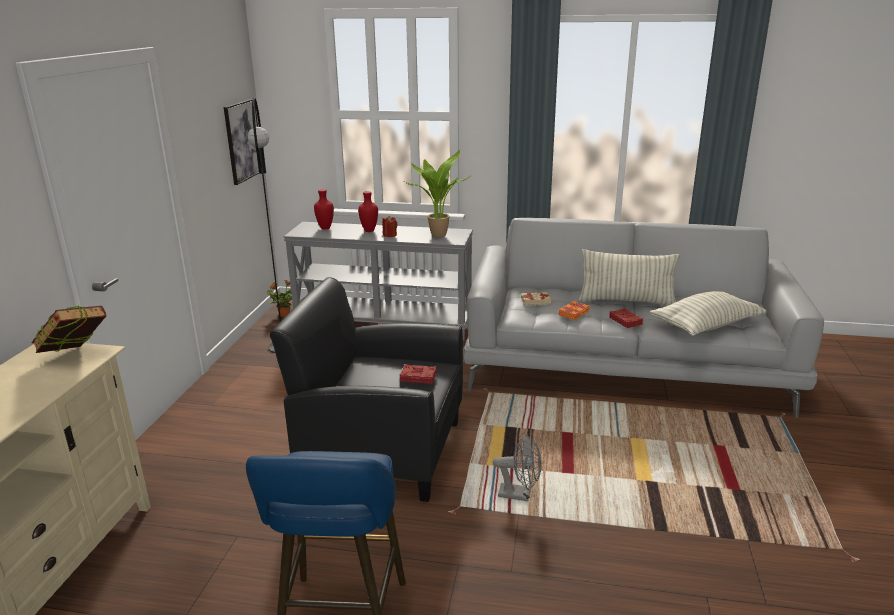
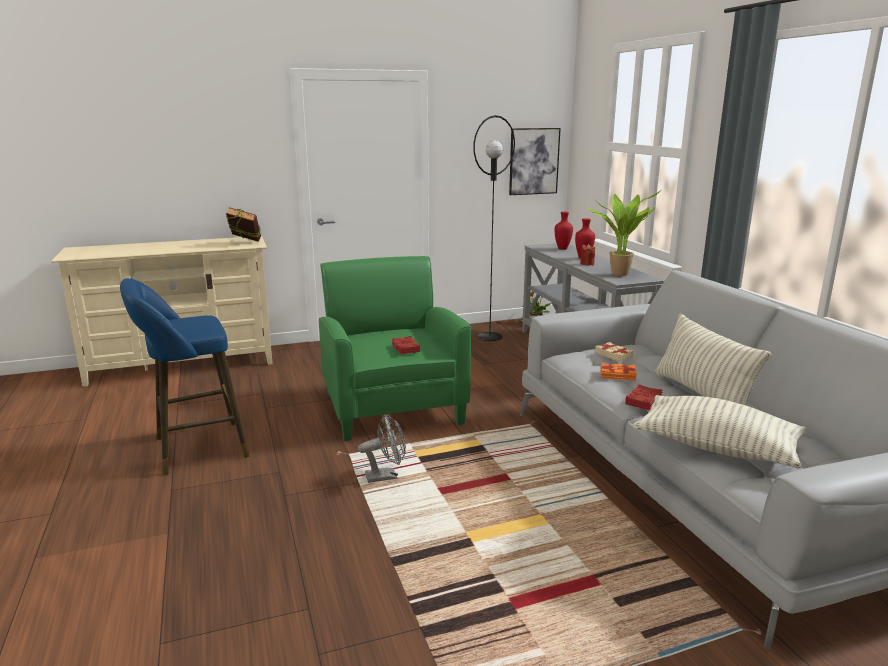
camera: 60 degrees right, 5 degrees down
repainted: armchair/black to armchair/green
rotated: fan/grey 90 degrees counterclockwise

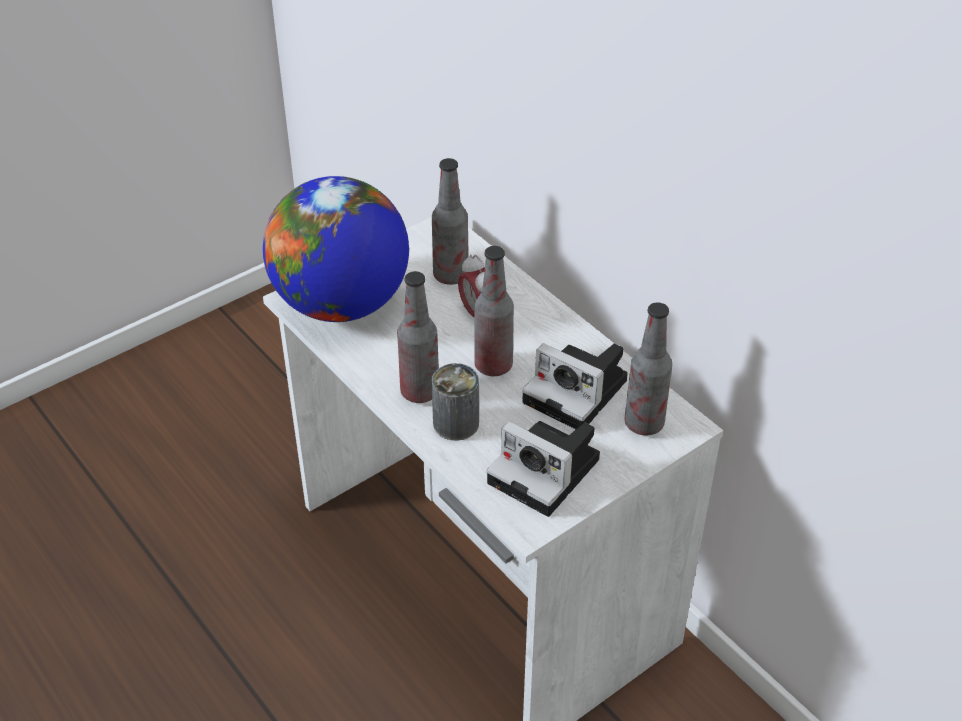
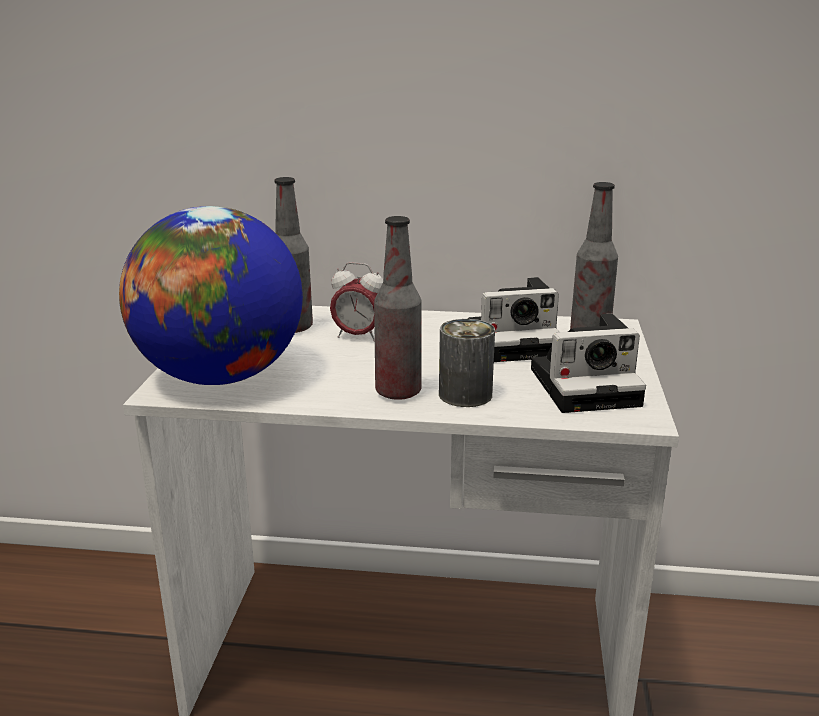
camera: 45 degrees left, 20 degrees down
gone: bottle (no. 3 from left)

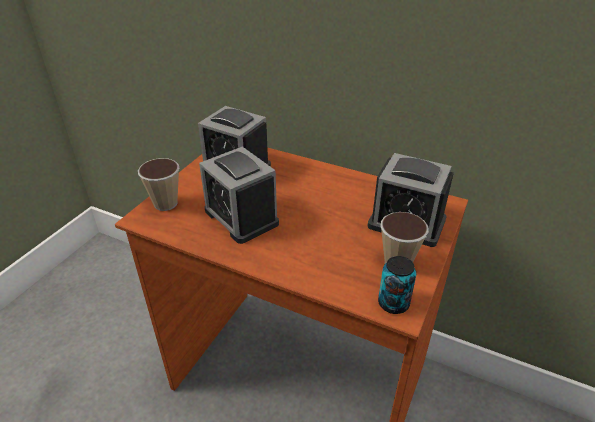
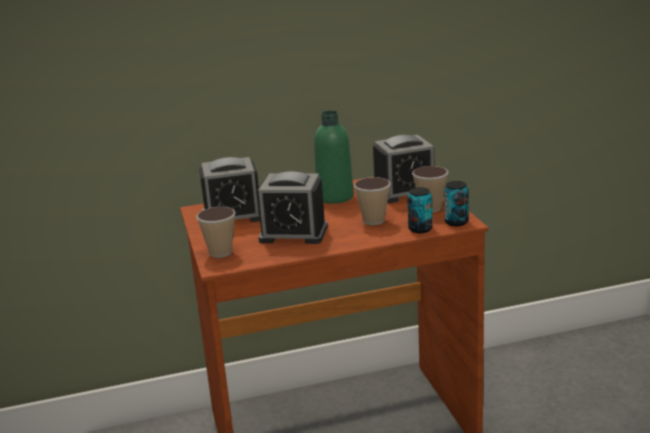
camera: 40 degrees left, 15 degrees down
new: bottle/green; cup (no. 2 from left); can (no. 1 from left)

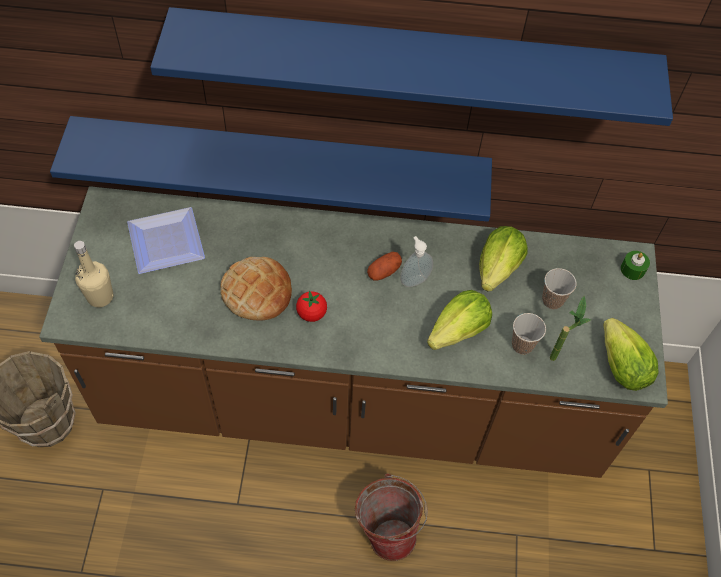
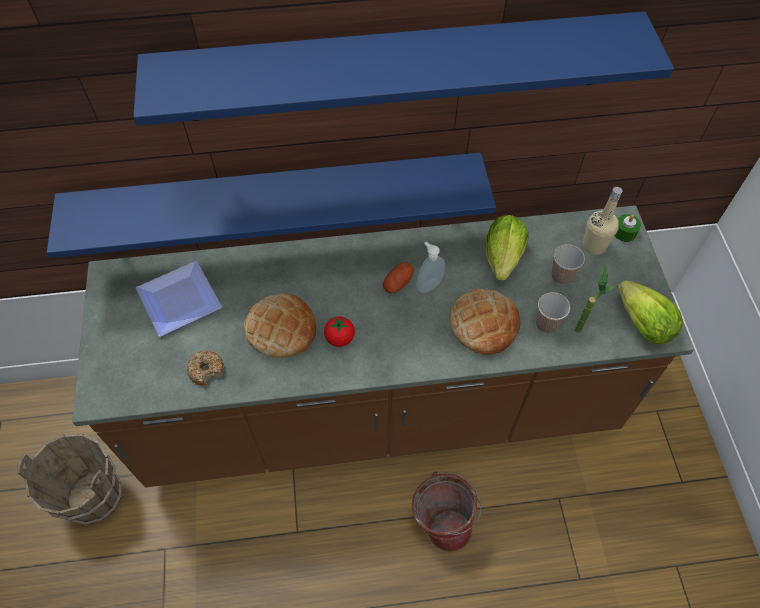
camera: 10 degrees left, 0 degrees up
new: donut
shifted: bottle/beige
swapped: lettuce (no. 1 from left) to bread (no. 2 from left)

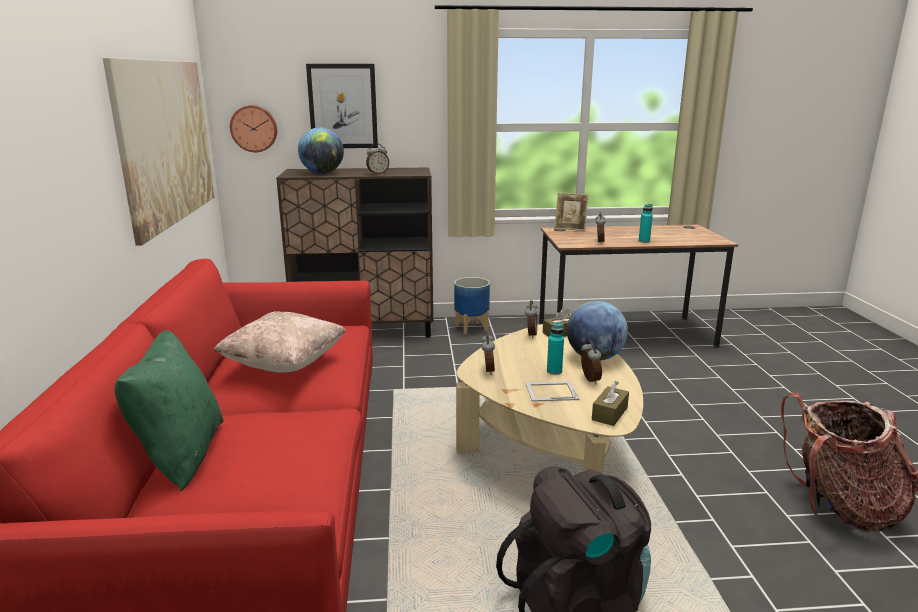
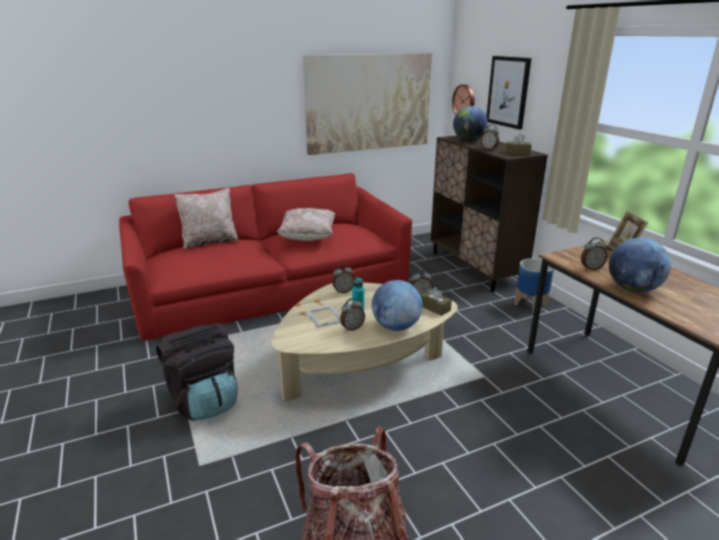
camera: 70 degrees right, 5 degrees up
shifted: tissue box/brown (no. 2 from left)
swapped: bottle/turquoise (no. 2 from left) to globe (no. 3 from left)
repainted: pillow/green to pillow/beige (no. 1 from left)

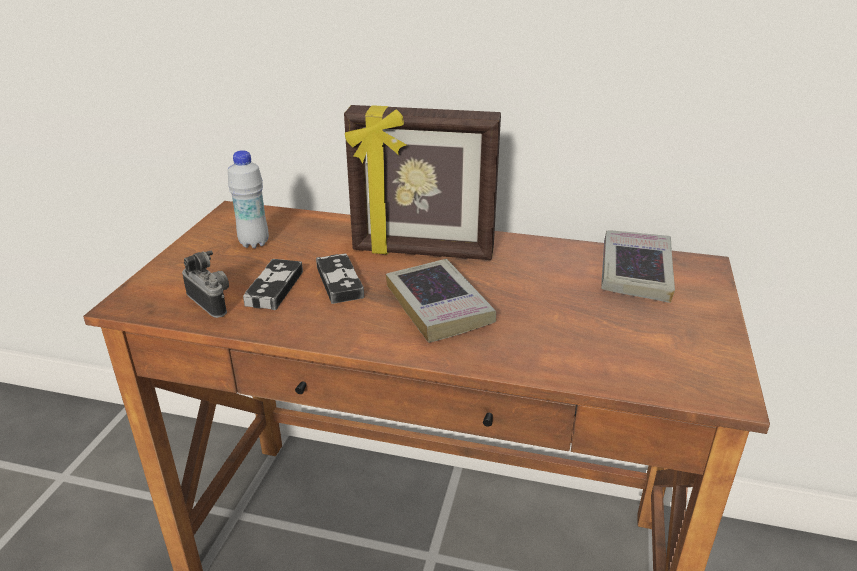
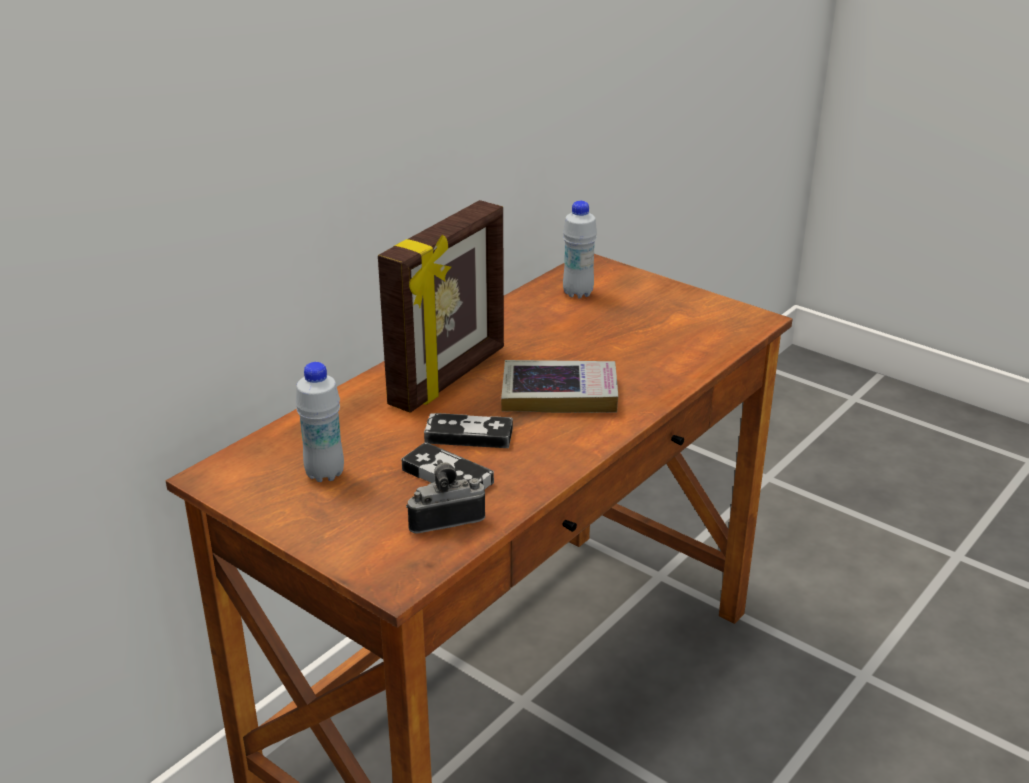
camera: 65 degrees left, 0 degrees up
swapped: book (no. 2 from left) to bottle/white (no. 2 from left)

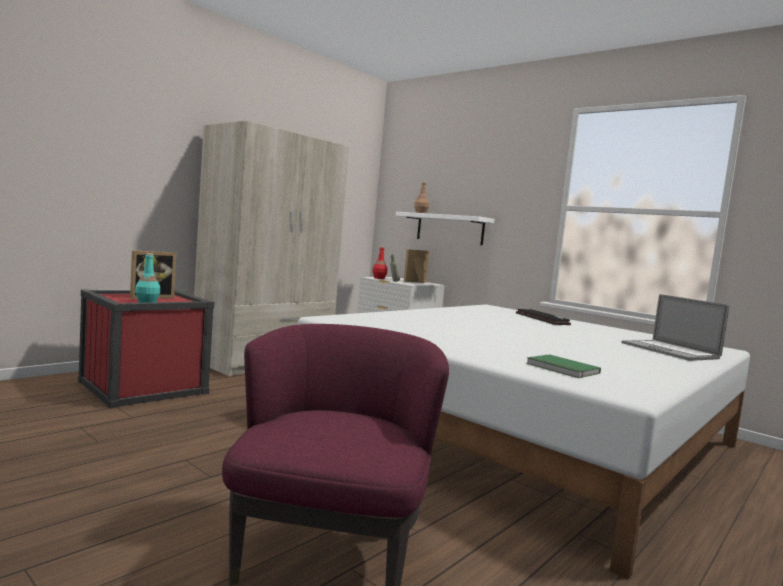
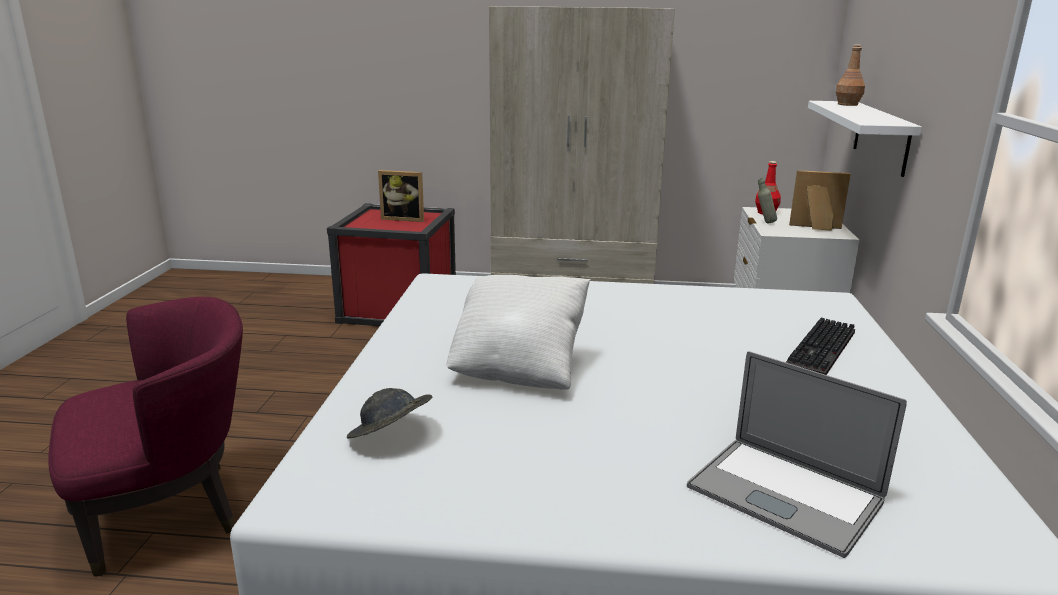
camera: 55 degrees right, 15 degrees up
gone: bottle/turquoise
new: pillow/white
swapped: book/green to hat/grey
rotated: laptop 75 degrees counterclockwise

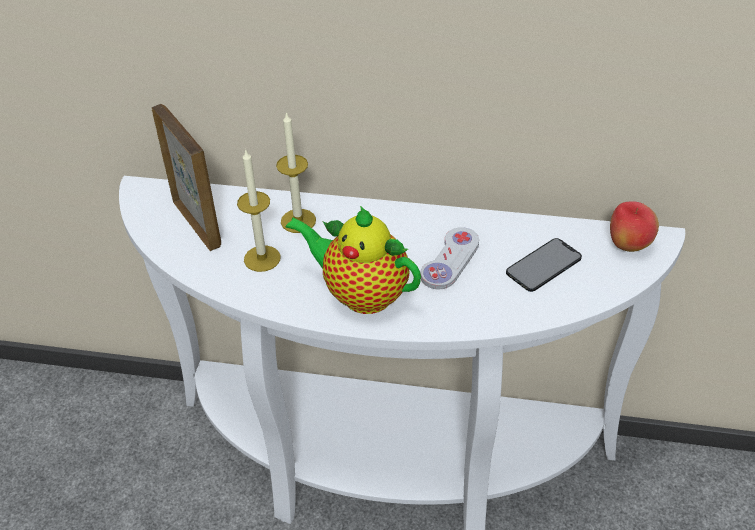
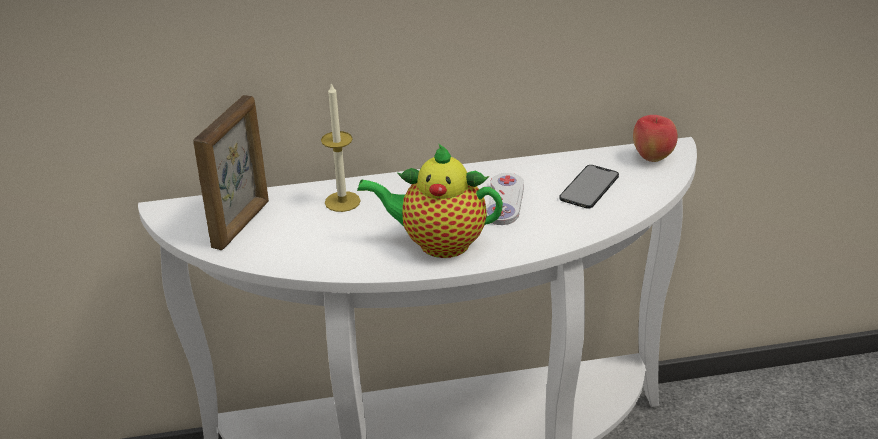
camera: 20 degrees left, 10 degrees down
gone: candle (no. 1 from left)
rotated: picture frame 75 degrees clockwise

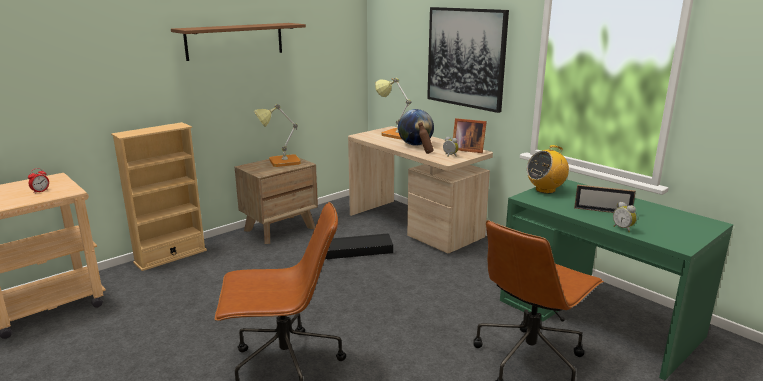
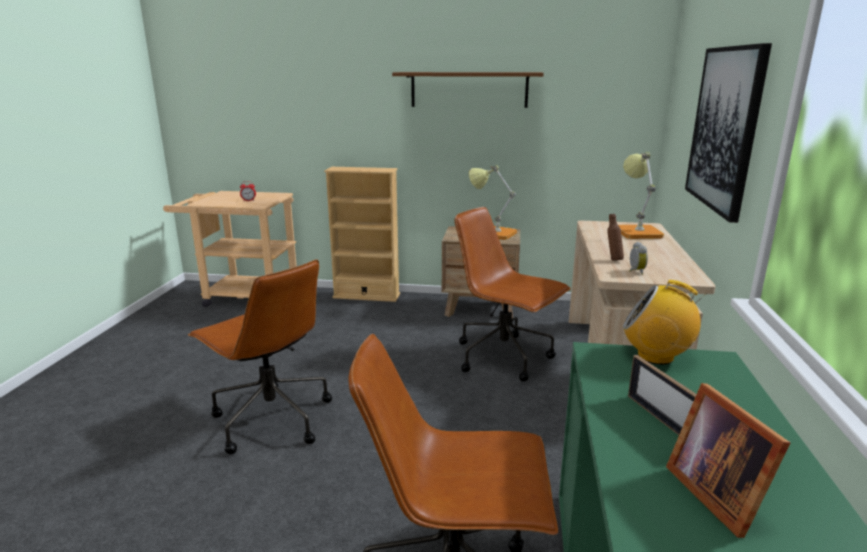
camera: 50 degrees right, 0 degrees up
gone: globe; alarm clock (no. 3 from left)
shifted: picture frame (no. 1 from left in the first image) to picture frame (no. 2 from left)
swapped: storage box/black to office chair/brown (no. 3 from left)

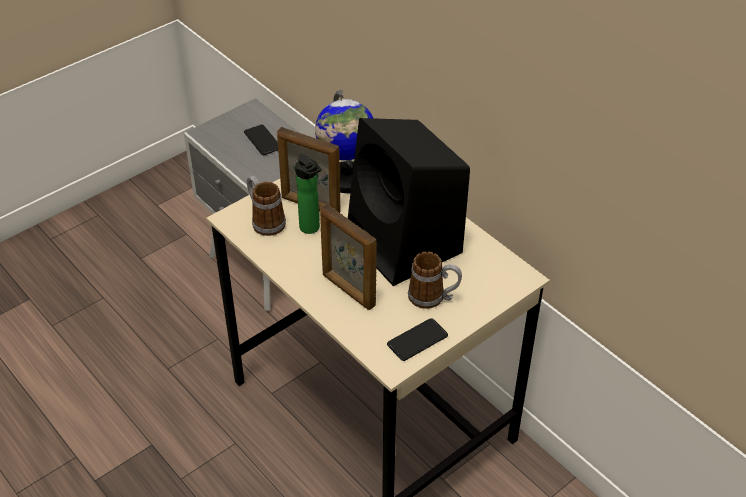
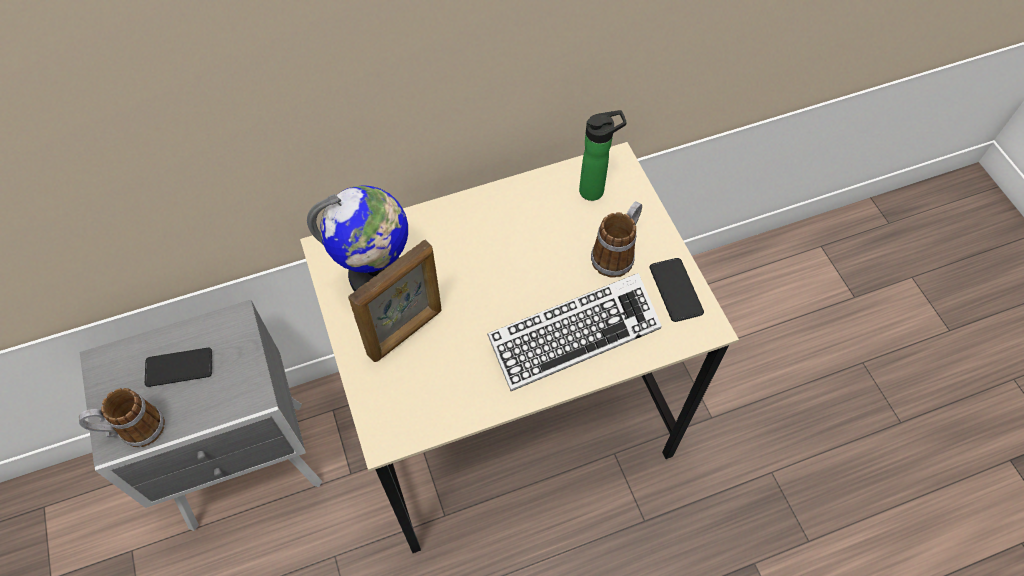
camera: 70 degrees left, 15 degrees up
gone: speaker/black
shifted: mug (no. 1 from left); bottle
swapped: picture frame (no. 2 from left) to keyboard

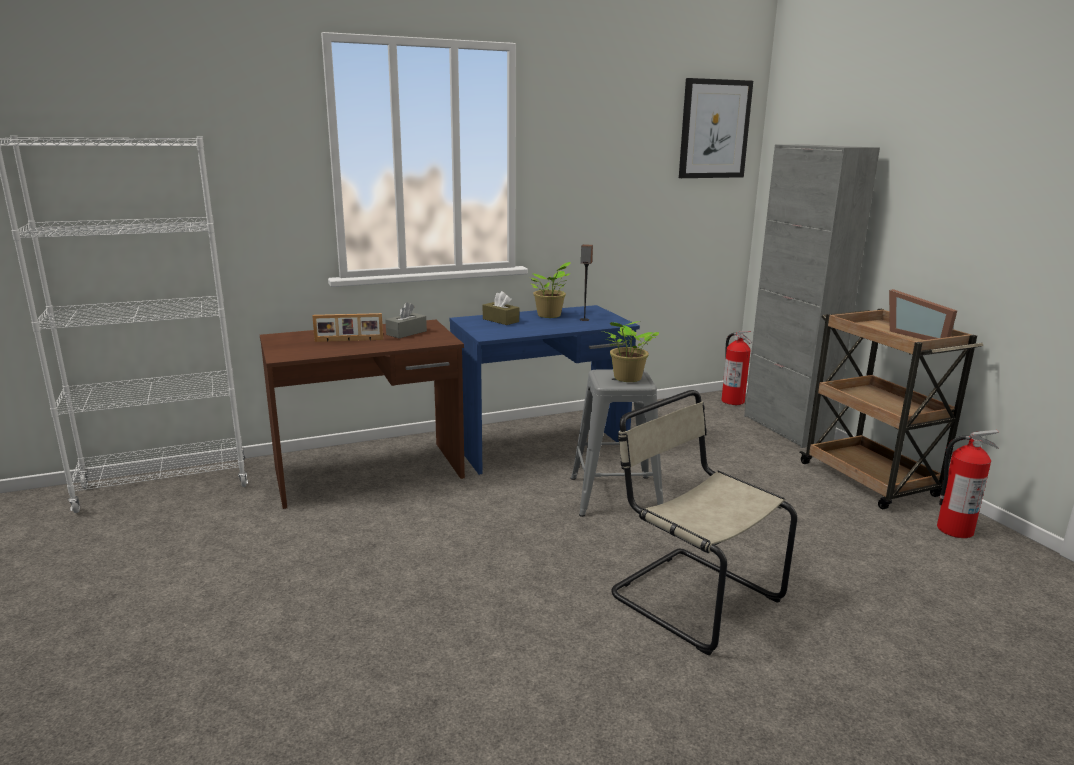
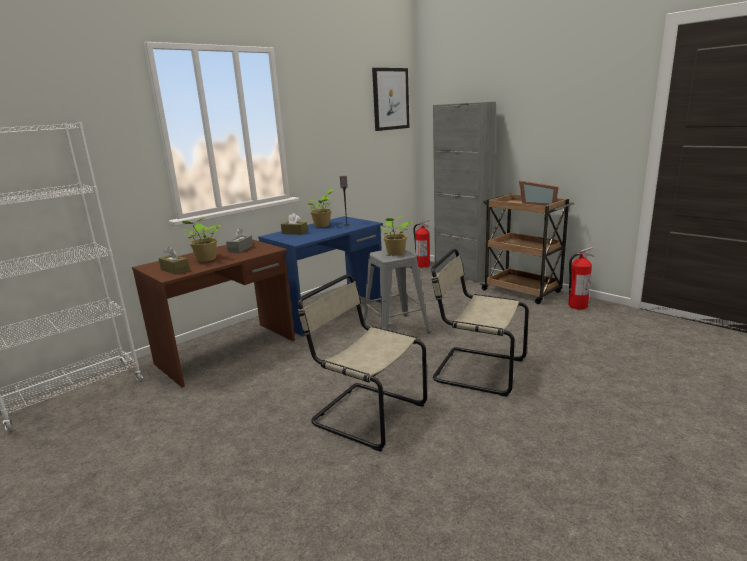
camera: 20 degrees left, 0 degrees up
new: tissue box/brown (no. 1 from left); chair/beige (no. 1 from left)
swapped: picture frame (no. 1 from left) to potted plant (no. 1 from left)

